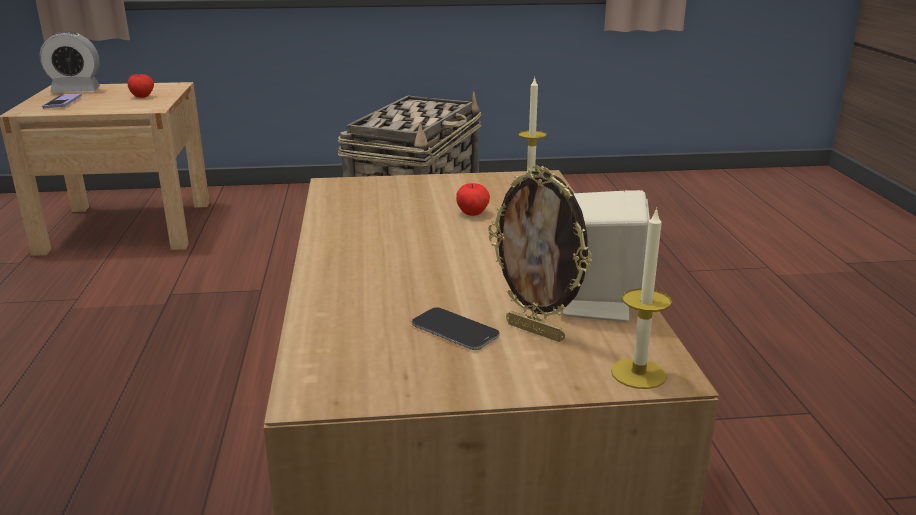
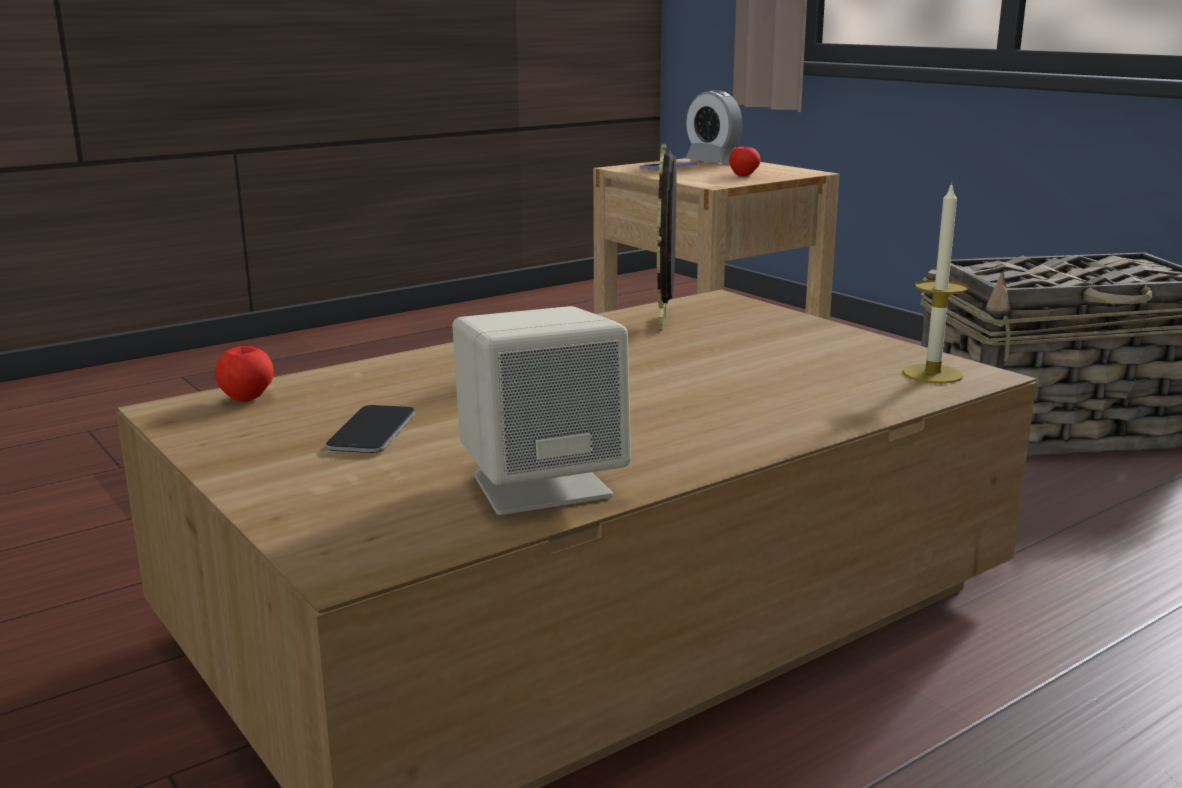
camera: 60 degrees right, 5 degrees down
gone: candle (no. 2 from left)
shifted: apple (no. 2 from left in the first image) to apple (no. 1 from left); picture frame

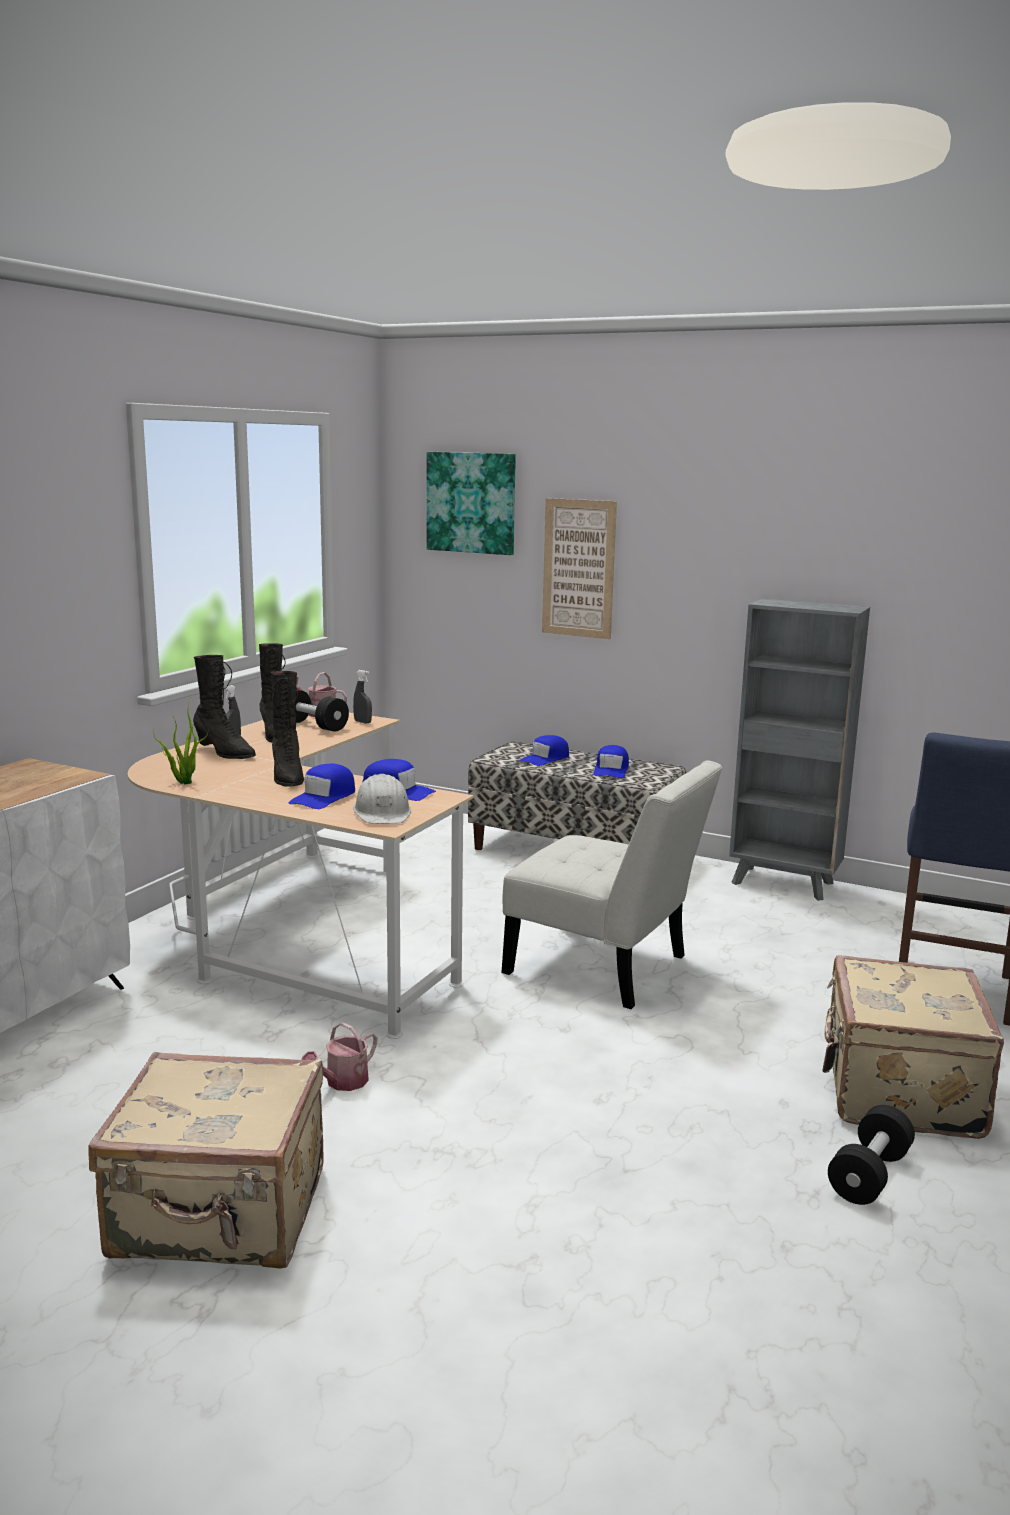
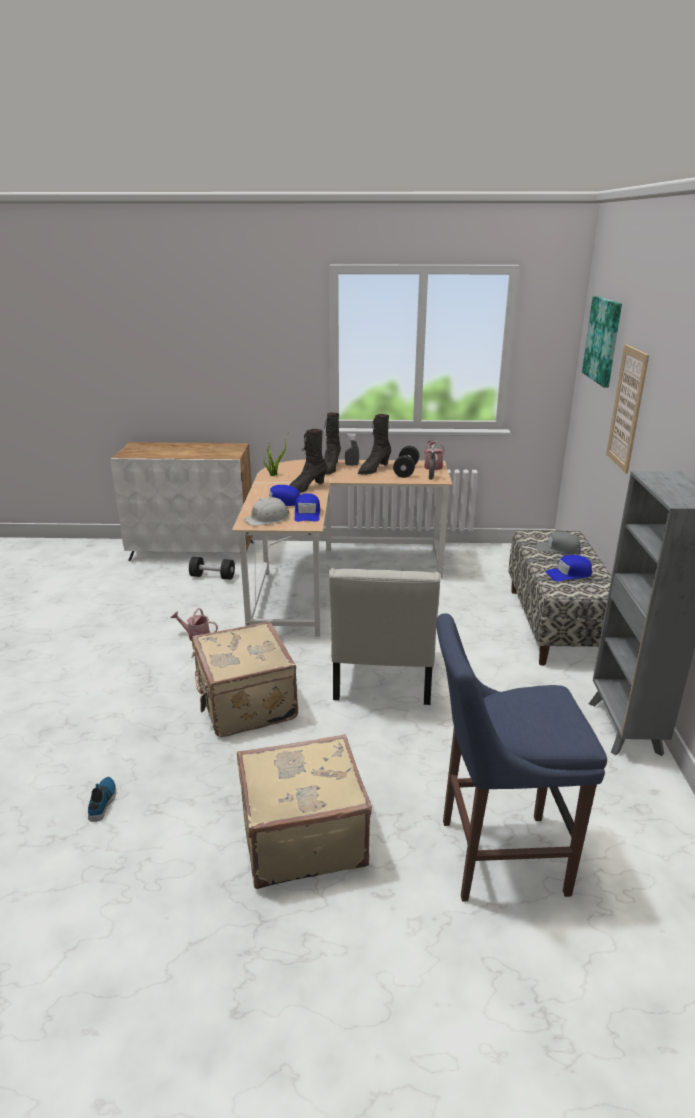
camera: 65 degrees right, 10 degrees up
new: shoe
shifted: dumbbell/black (no. 2 from left in the first image) to dumbbell/black (no. 1 from left); suitcase/beige (no. 1 from left)
repainted: cap/blue (no. 3 from left) to cap/grey

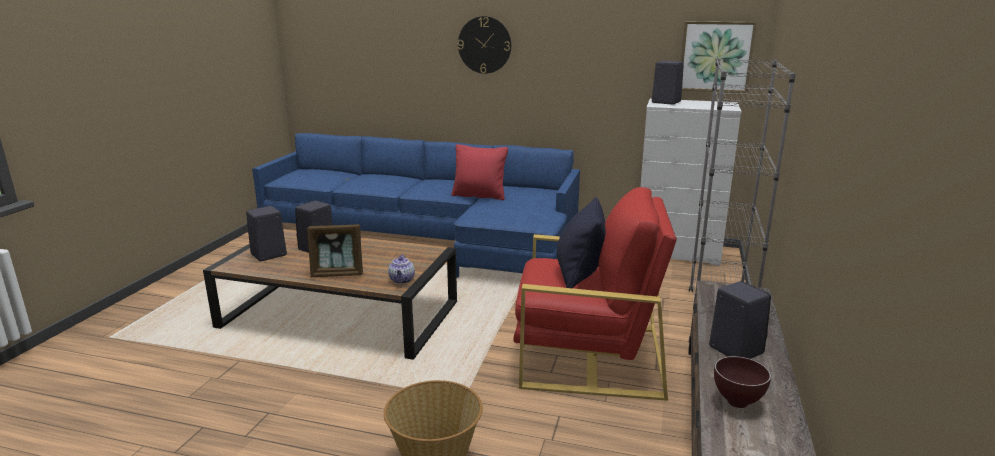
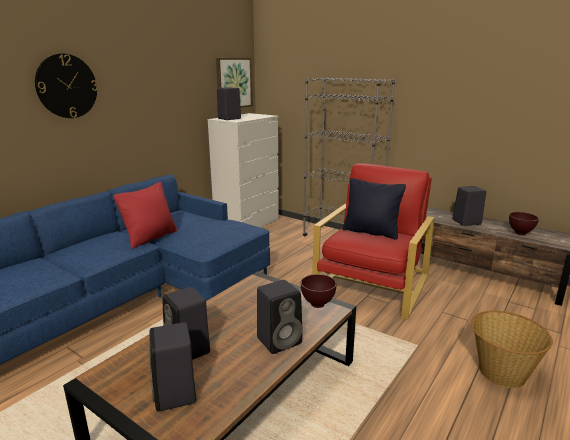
camera: 70 degrees left, 0 degrees up
swapped: picture frame to speaker/black (no. 4 from left); teapot to bowl/brown (no. 1 from left)

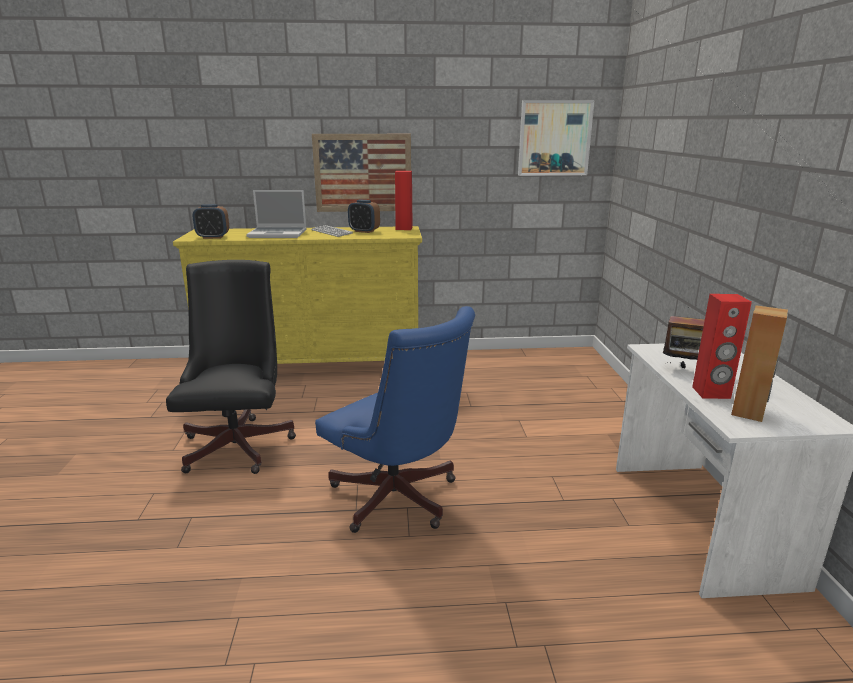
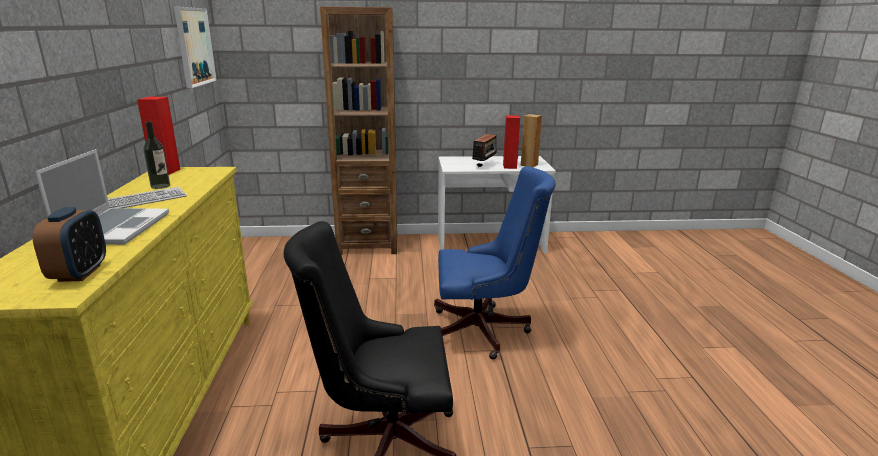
camera: 90 degrees left, 0 degrees up
gone: picture (no. 1 from left)
new: bookcase/brown
swapped: alarm clock (no. 2 from left) to bottle
rotated: office chair/blue 45 degrees clockwise

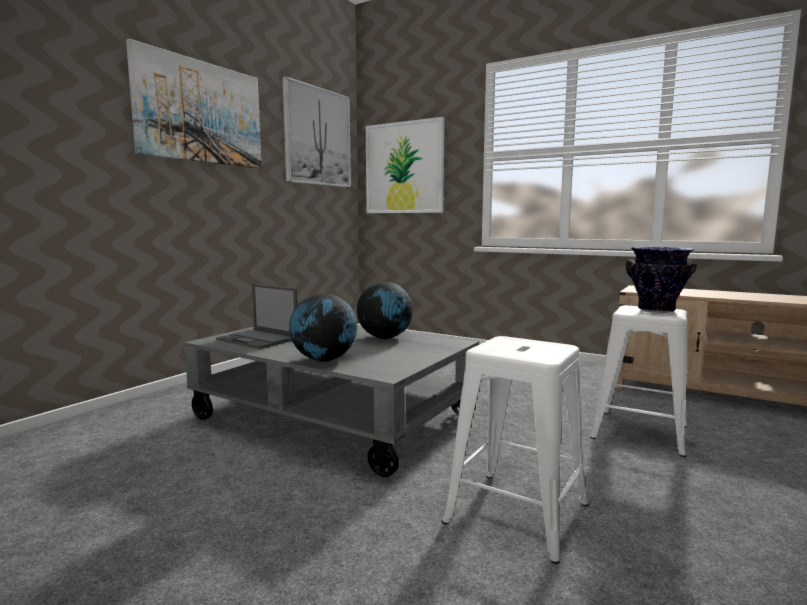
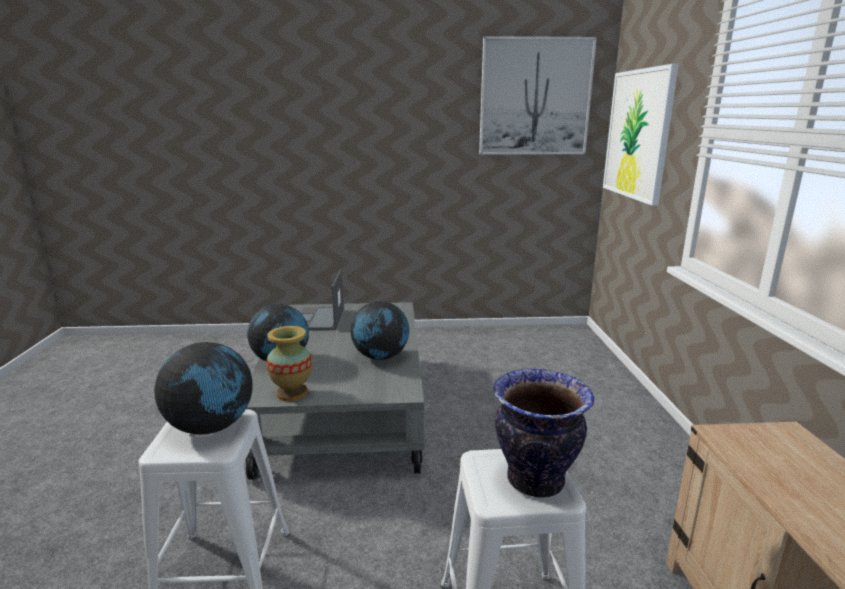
camera: 55 degrees right, 10 degrees up
gone: picture (no. 1 from left)
new: globe (no. 1 from left); vase (no. 1 from left)

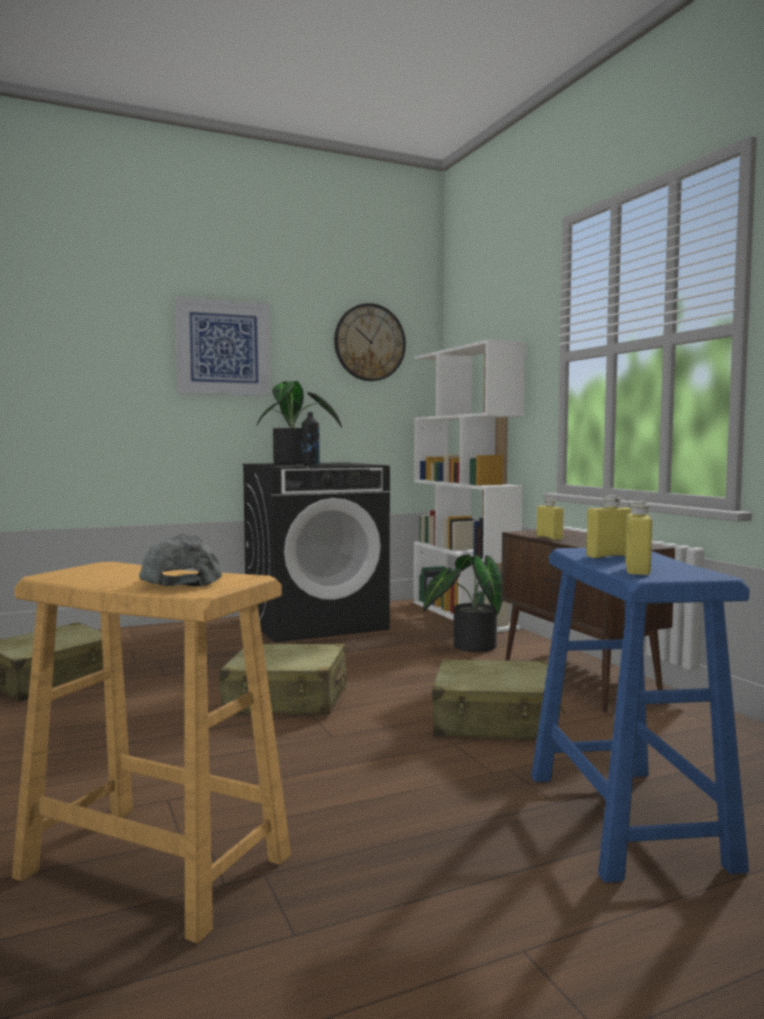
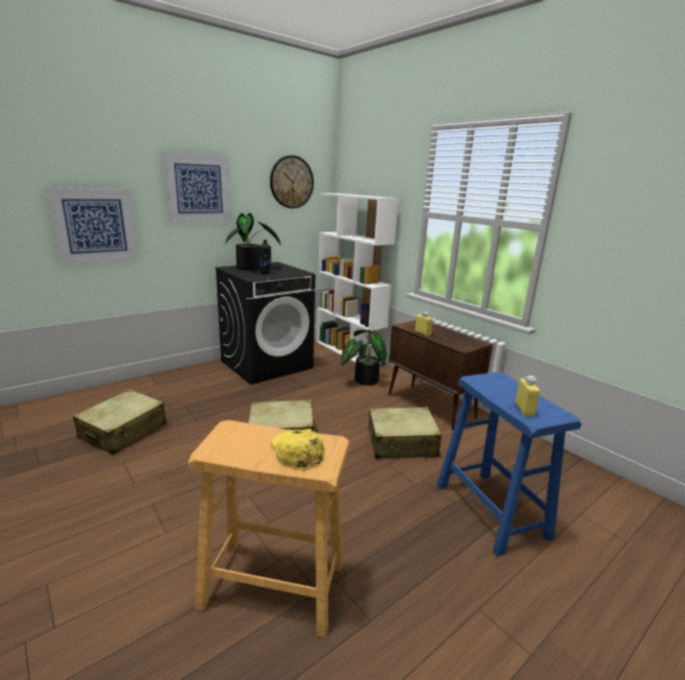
camera: 15 degrees left, 15 degrees up
gone: bottle/yellow (no. 2 from left)
new: picture (no. 1 from left)
repainted: cap/grey to cap/yellow

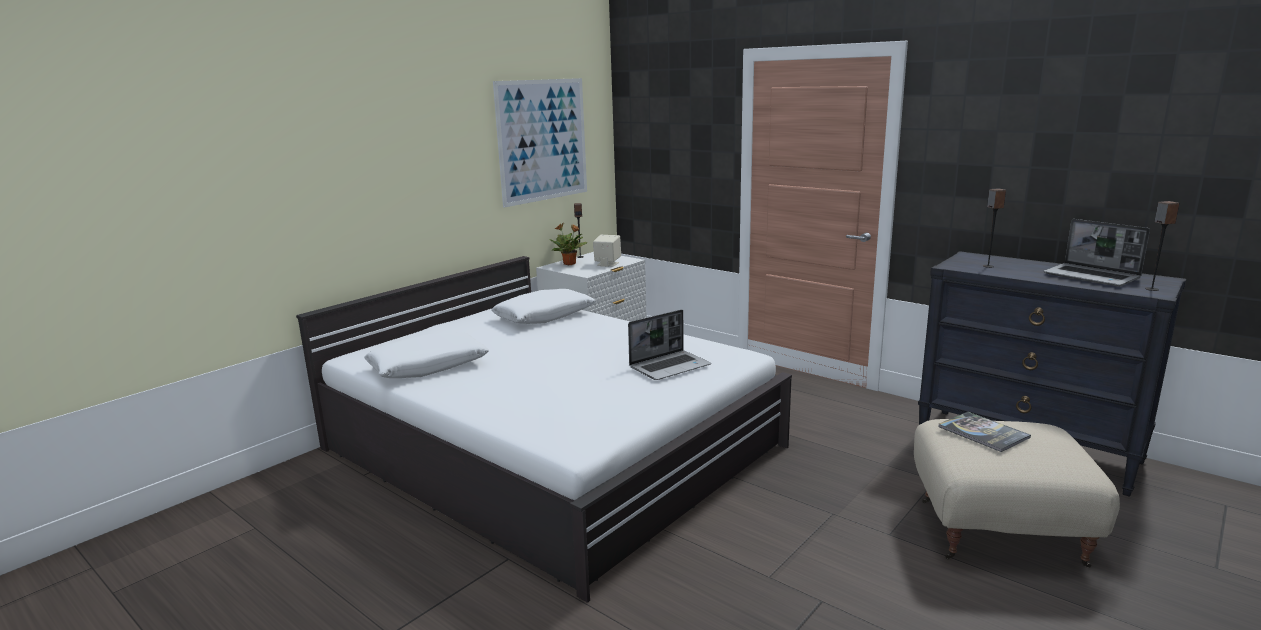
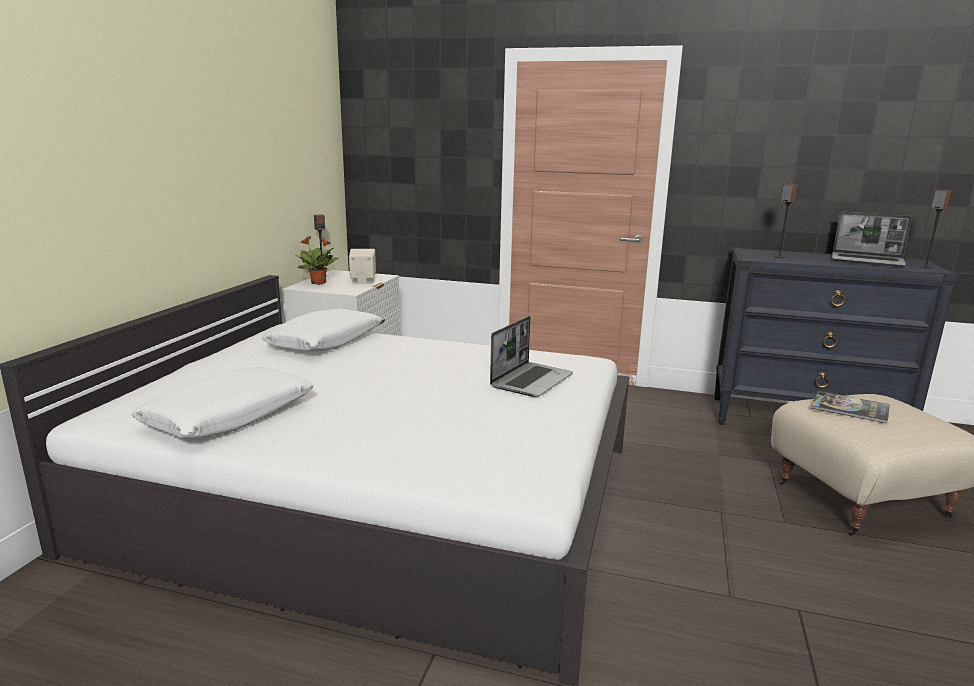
camera: 25 degrees left, 0 degrees up
gone: picture

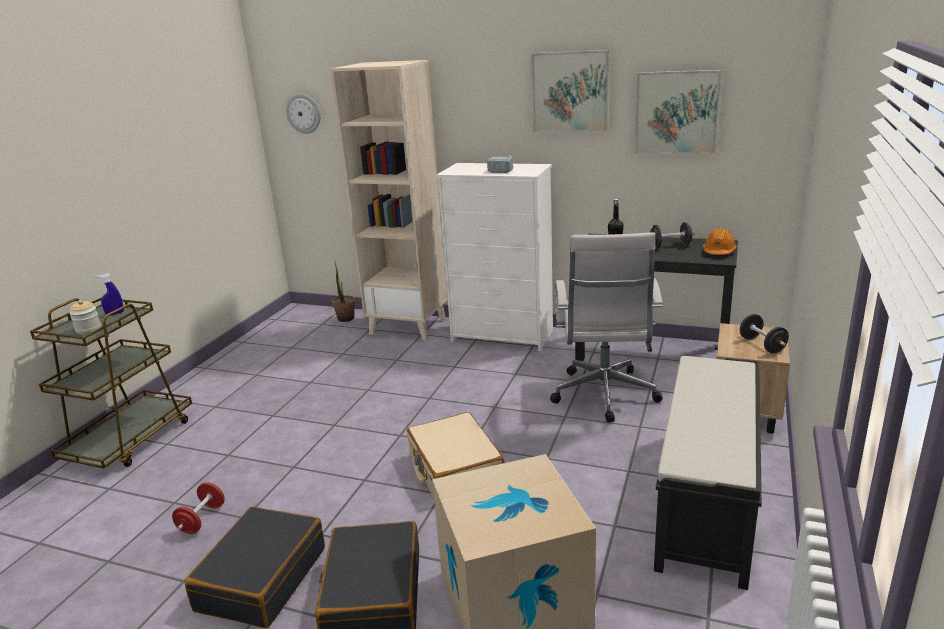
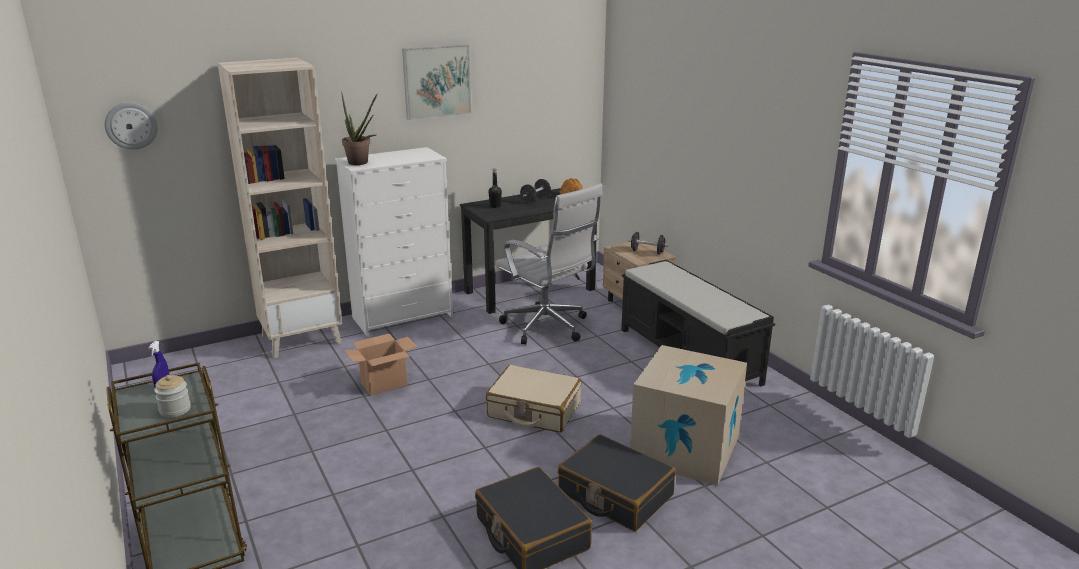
camera: 50 degrees left, 0 degrees up
gone: dumbbell/red; hammer; picture (no. 2 from left)
new: cardboard box (no. 1 from left)
shifted: potted plant

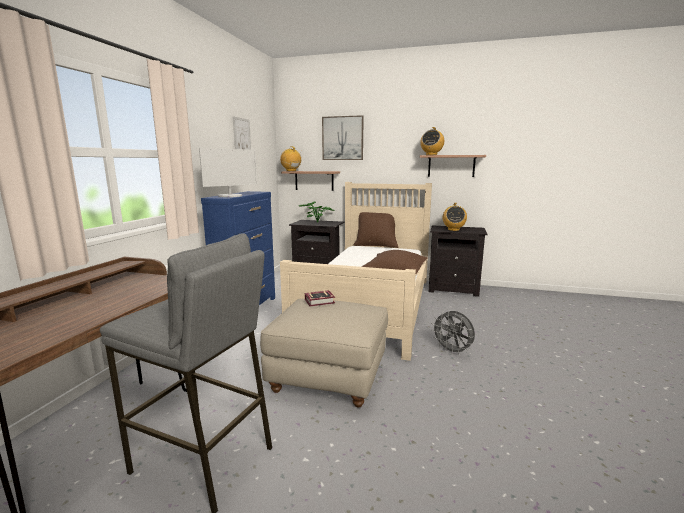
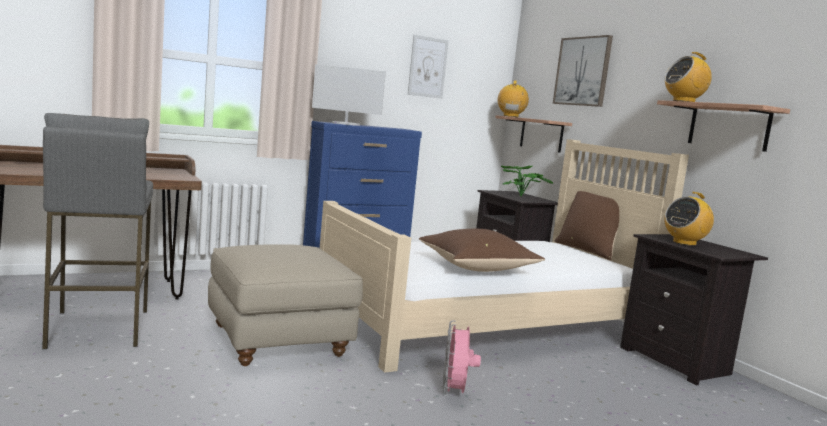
camera: 45 degrees right, 5 degrees down
gone: book
repainted: fan/grey to fan/pink

